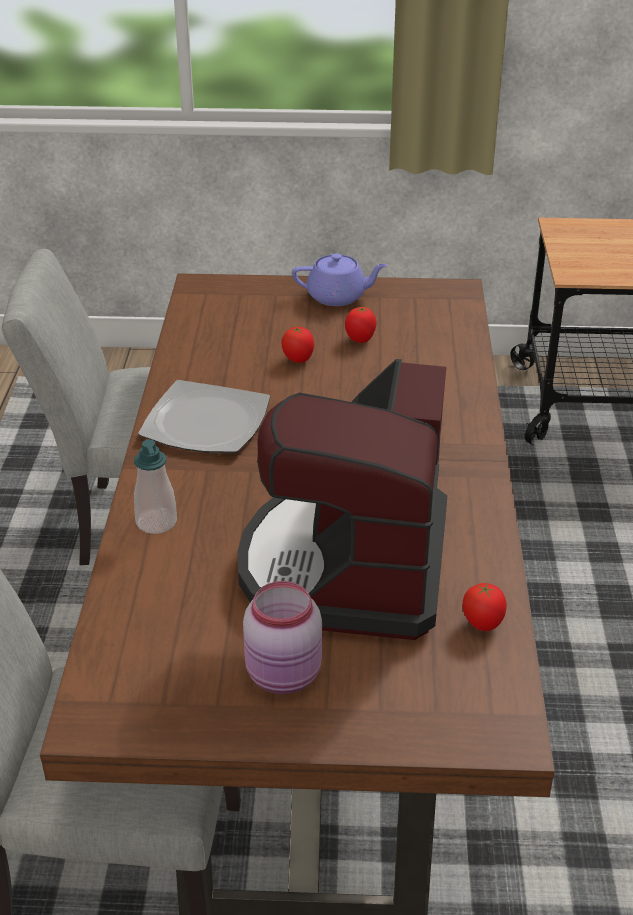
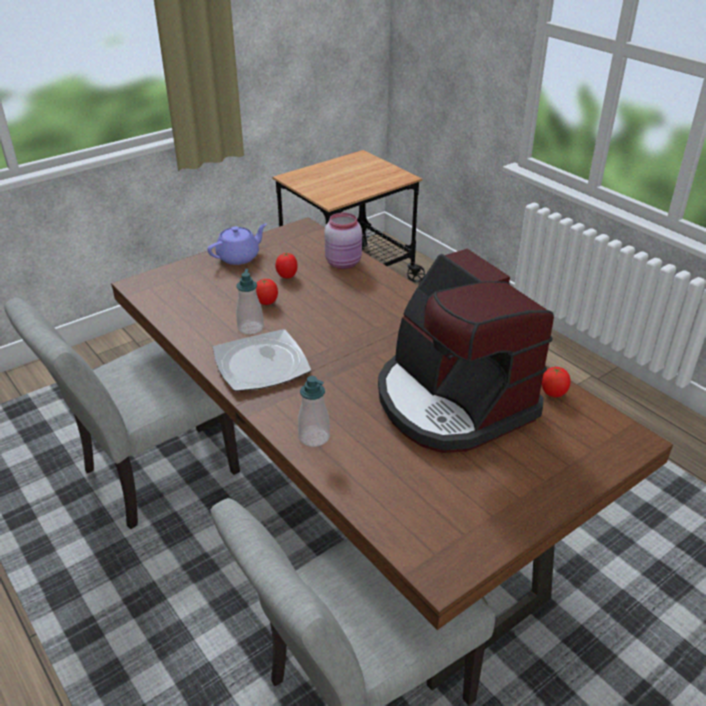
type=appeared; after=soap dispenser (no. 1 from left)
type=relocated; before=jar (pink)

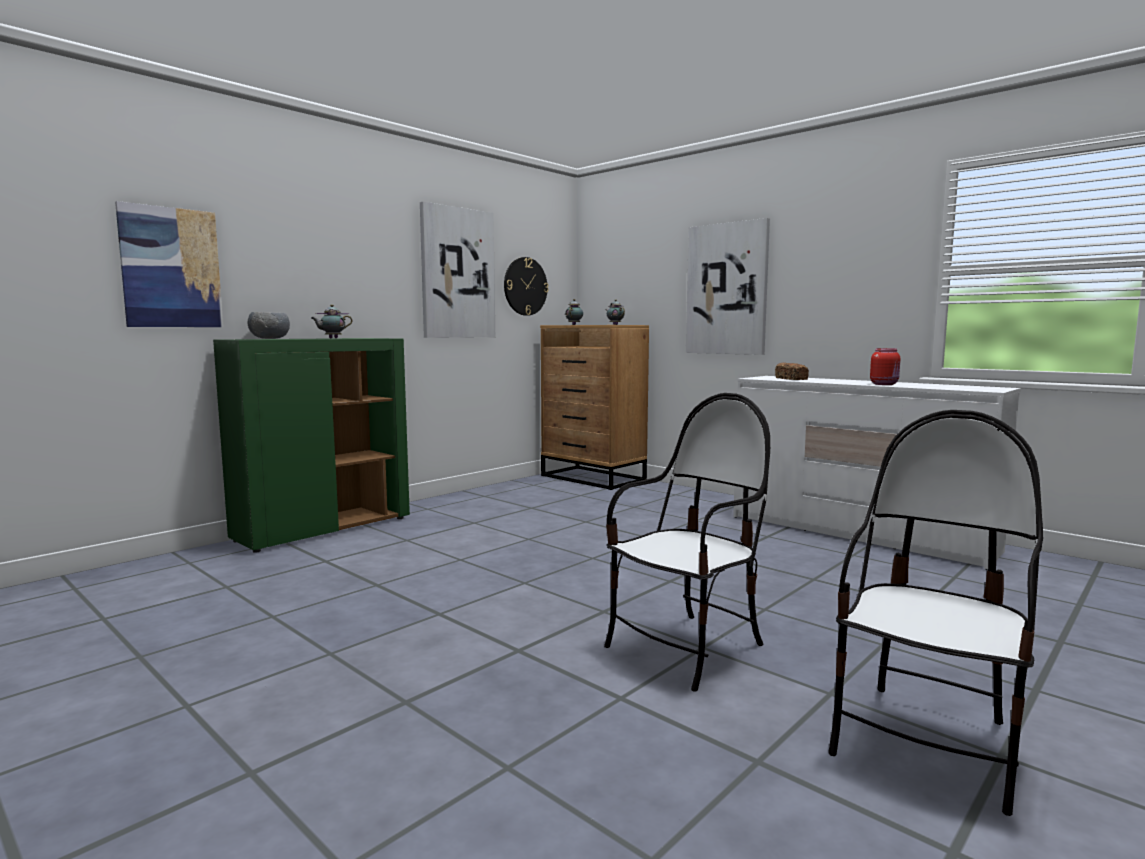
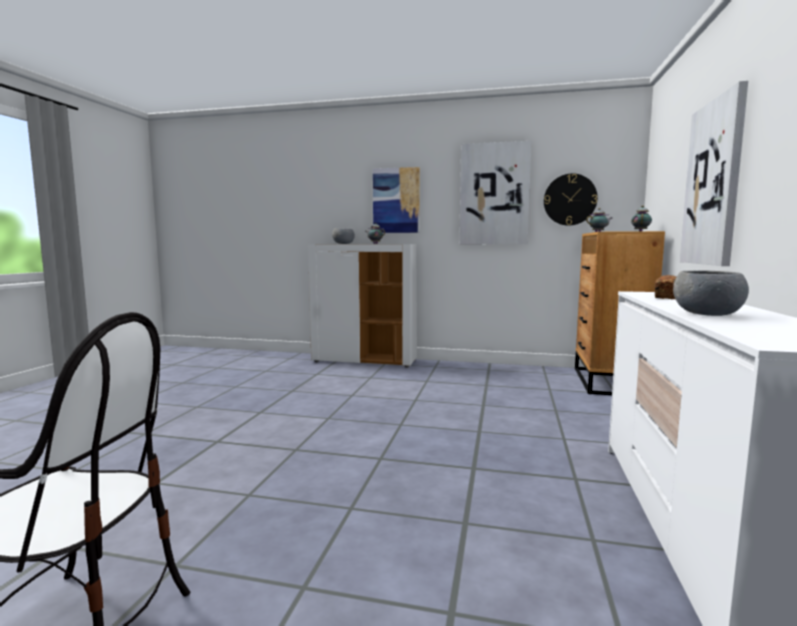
type=colour; before=cabinet (green); after=cabinet (white)
type=relocated; before=picture (no. 1 from left)
type=exchanged; before=jar (red); after=bowl (grey) (no. 2 from left)
type=missing; before=chair (no. 1 from left)

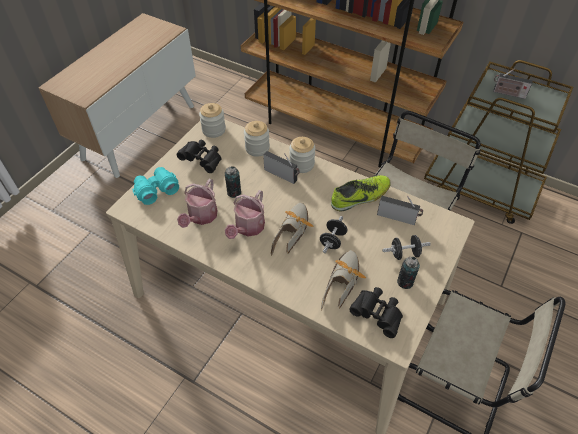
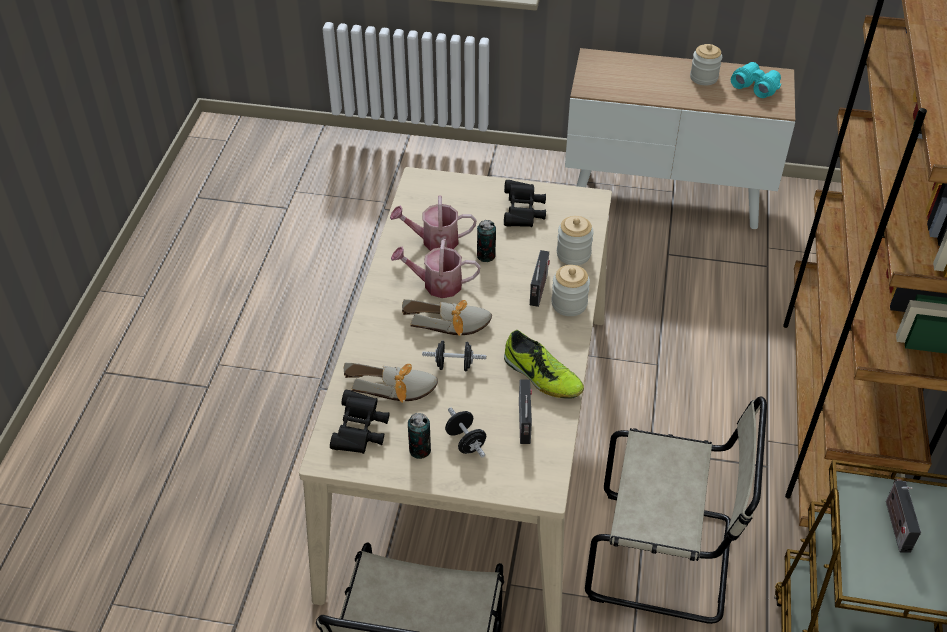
type=relocated; before=jar (no. 1 from left in the first image); after=jar (no. 3 from left)
type=relocated; before=binoculars (turquoise)

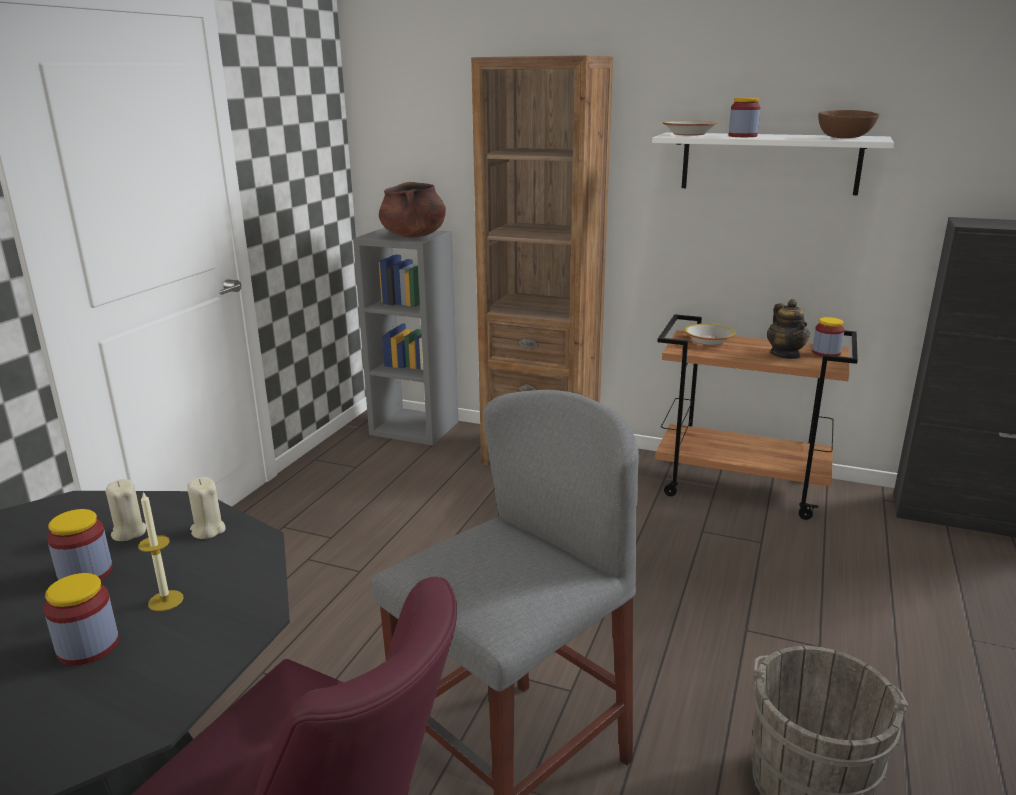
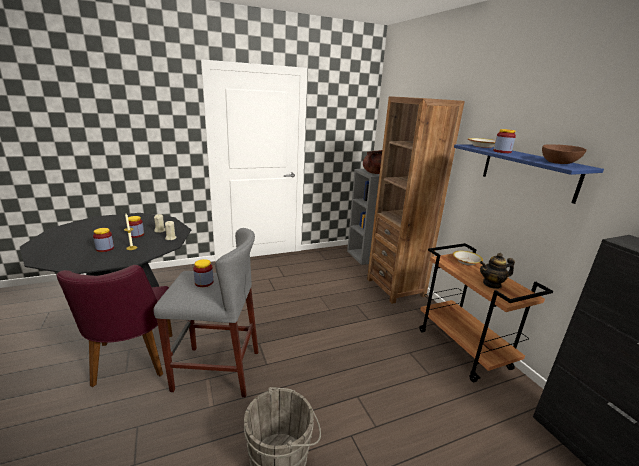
type=relocated; before=jar (no. 4 from left in the first image); after=jar (no. 3 from left)
type=colour; before=shelf (white); after=shelf (blue)
type=spun; before=teapot; turn=45

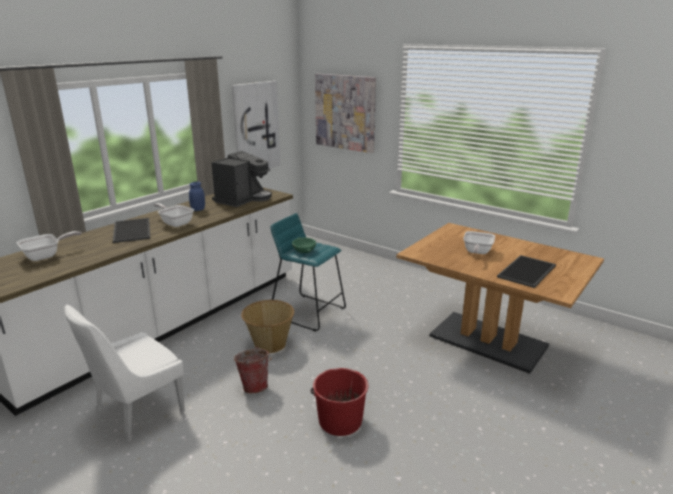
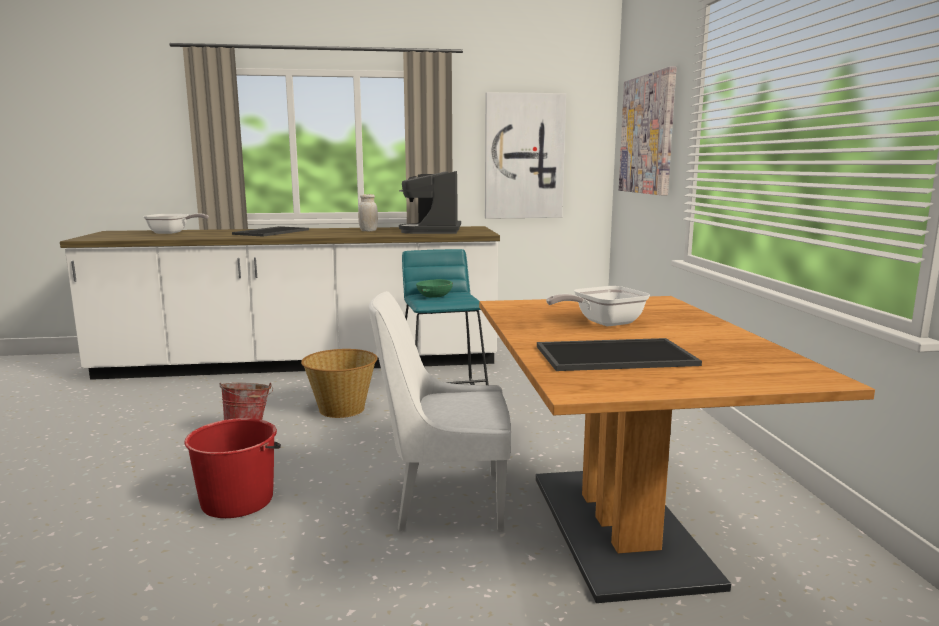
type=colour; before=jar (blue); after=jar (white)
type=relocated; before=chair (white)
type=spun; before=coffee machine; turn=105
type=missing; before=frying pan (no. 2 from left)

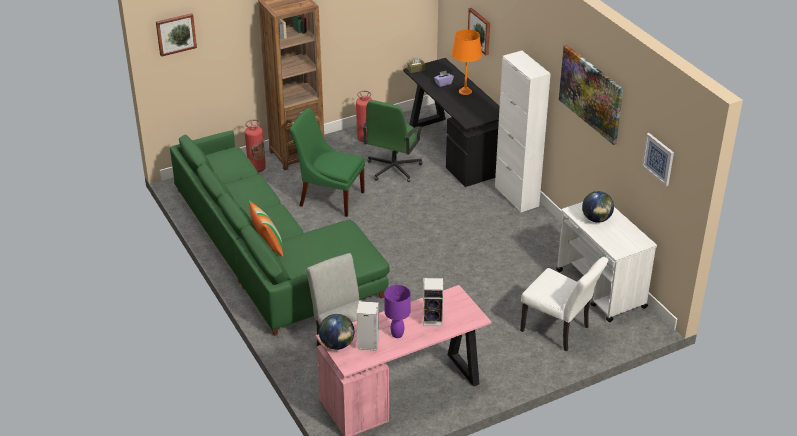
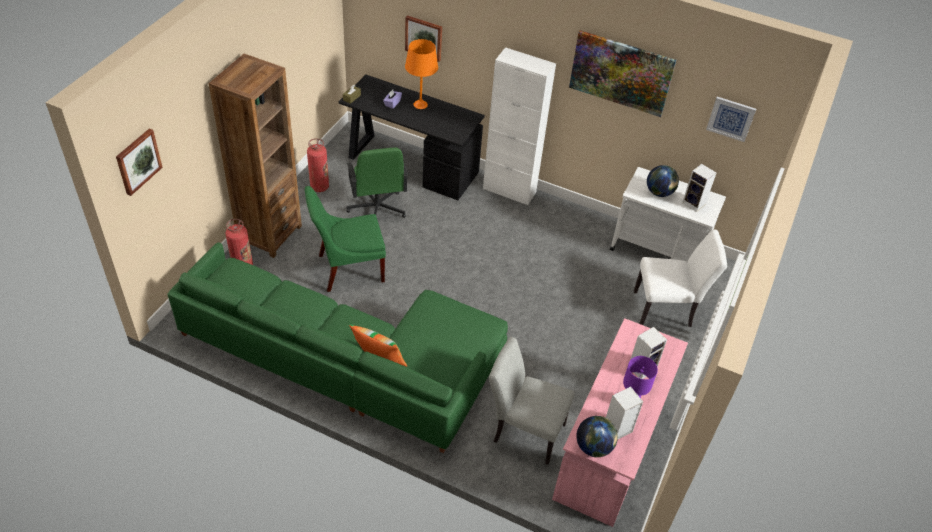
type=appeared; after=speaker (no. 3 from left)

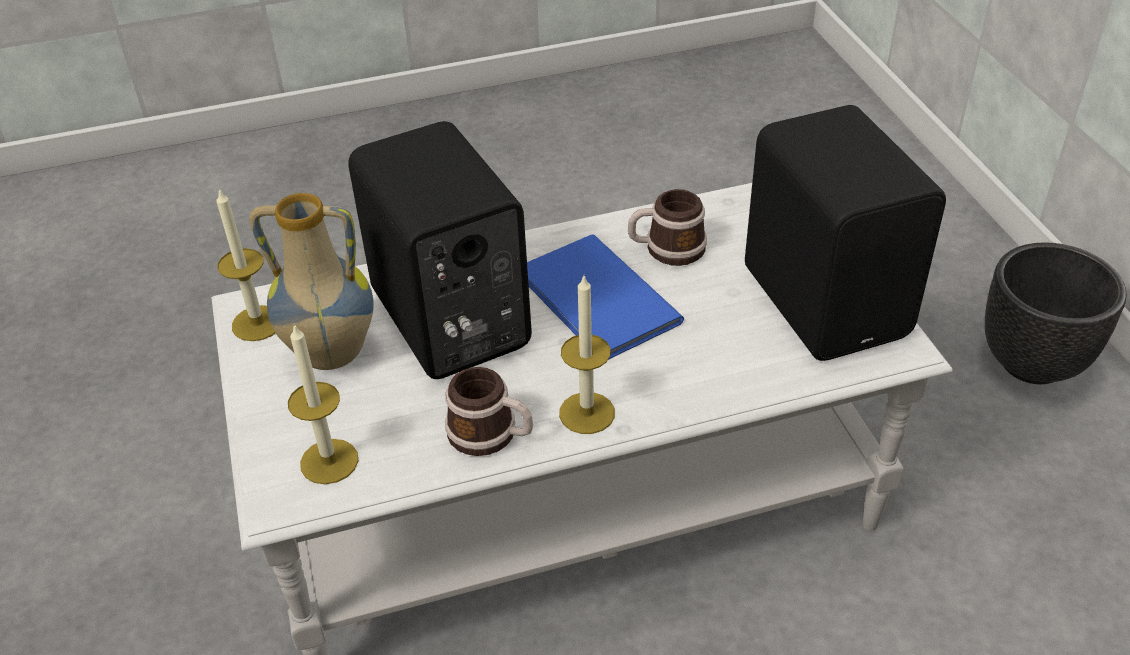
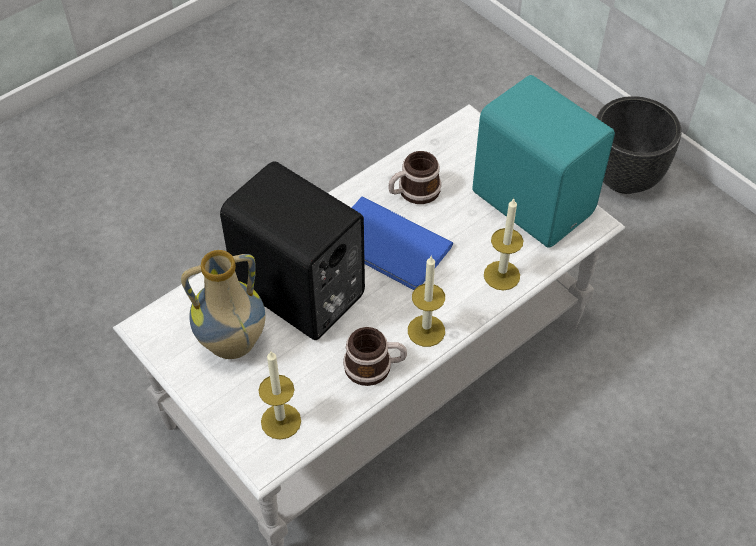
type=colour; before=speaker (black) (no. 2 from left); after=speaker (turquoise)
type=relocated; before=candle (no. 1 from left in the first image); after=candle (no. 3 from left)

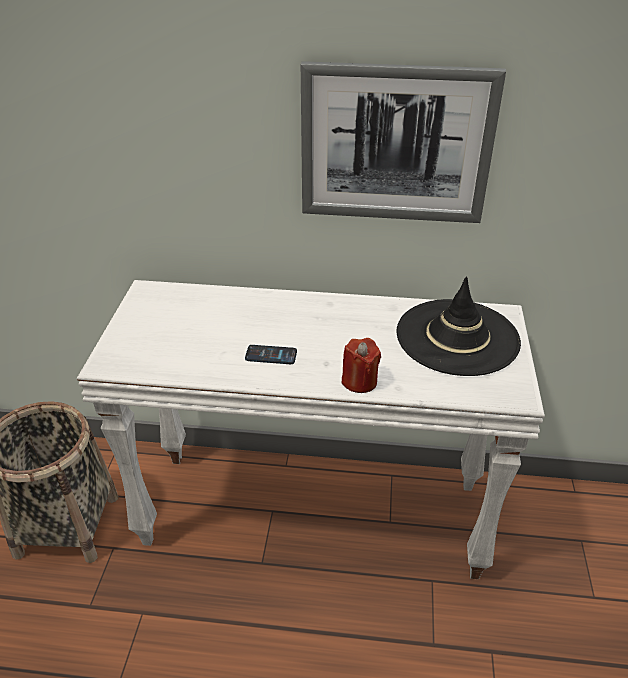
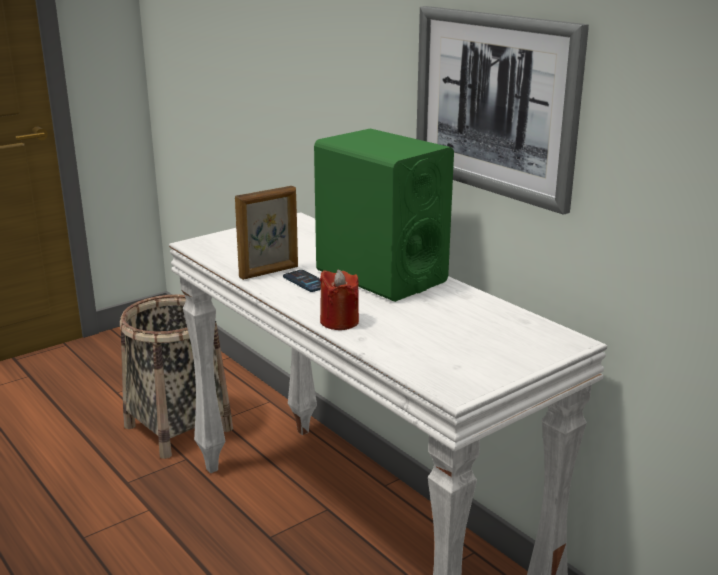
type=appeared; after=picture frame
type=appeared; after=speaker (green)
type=missing; before=hat (black)

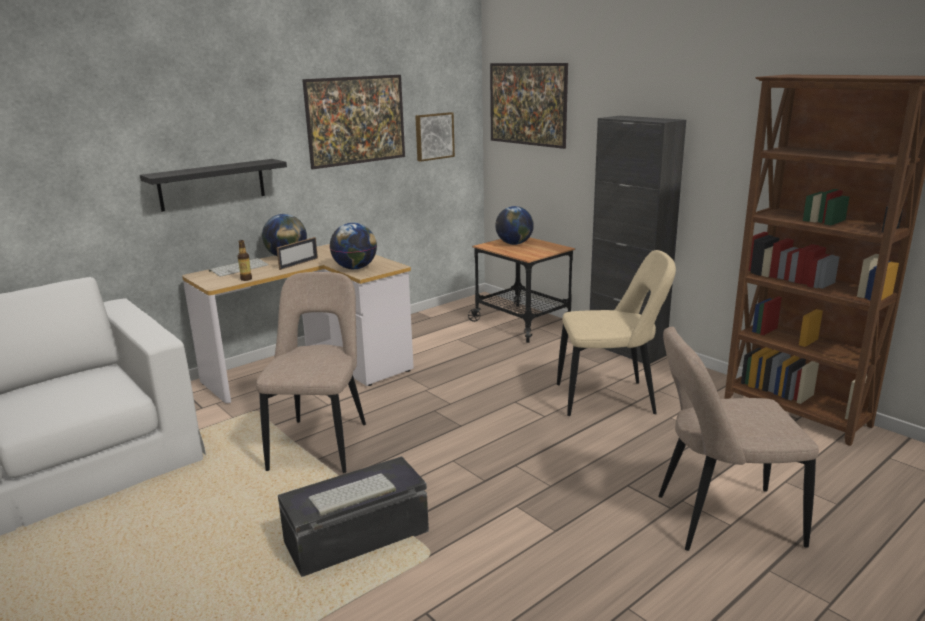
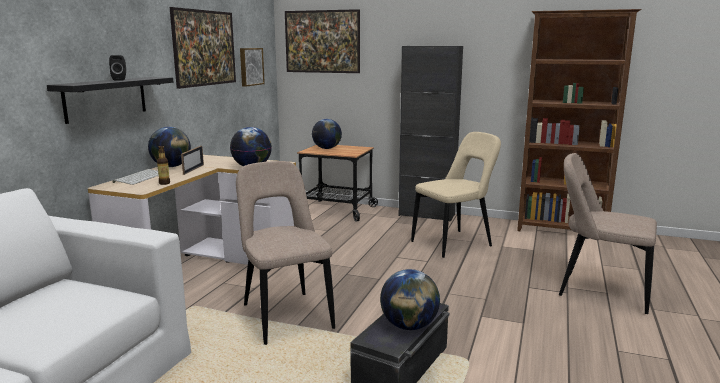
type=appeared; after=speaker (black)
type=exchanged; before=keyboard (no. 2 from left); after=globe (no. 4 from left)
type=spun; before=chair (beige) (no. 3 from left); turn=60

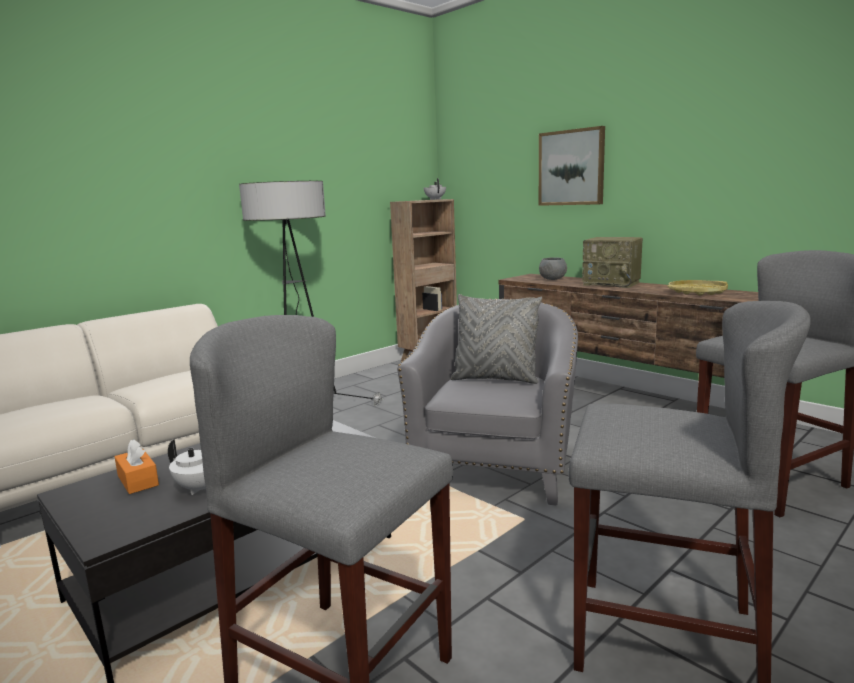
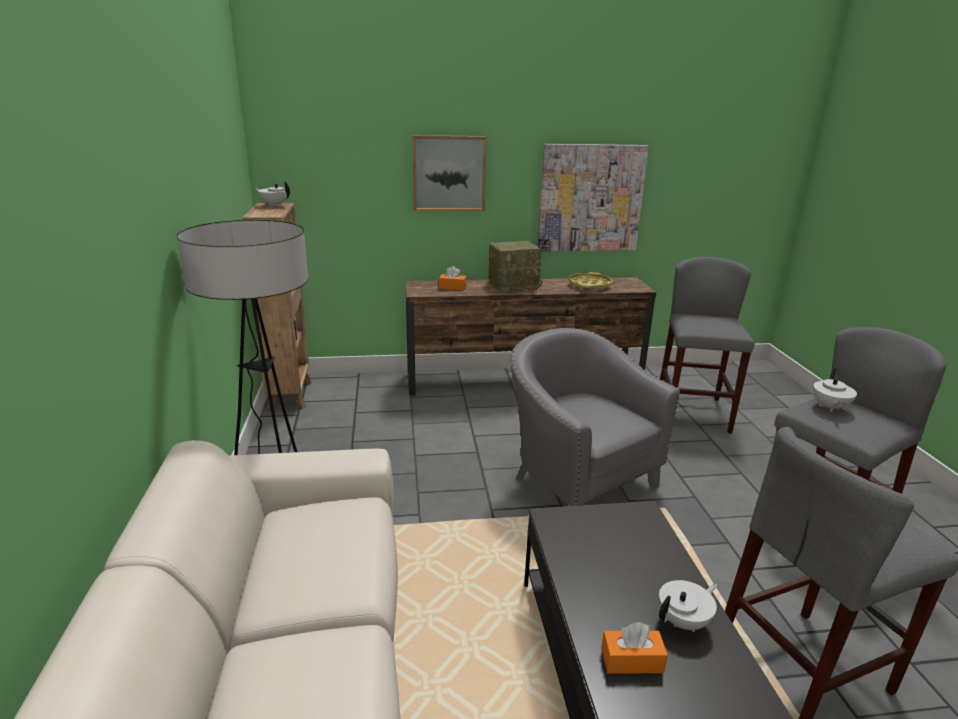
type=exchanged; before=bowl (grey); after=tissue box (orange) (no. 1 from left)
type=appeared; after=picture (no. 2 from left)
type=appeared; after=teapot (white) (no. 3 from left)
type=missing; before=pillow (grey)

